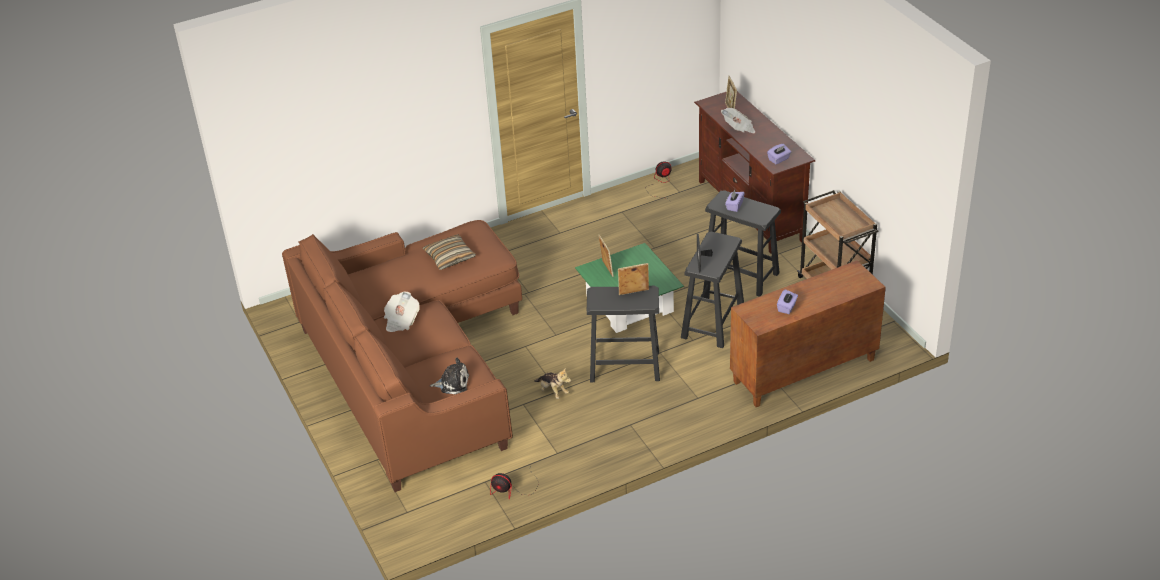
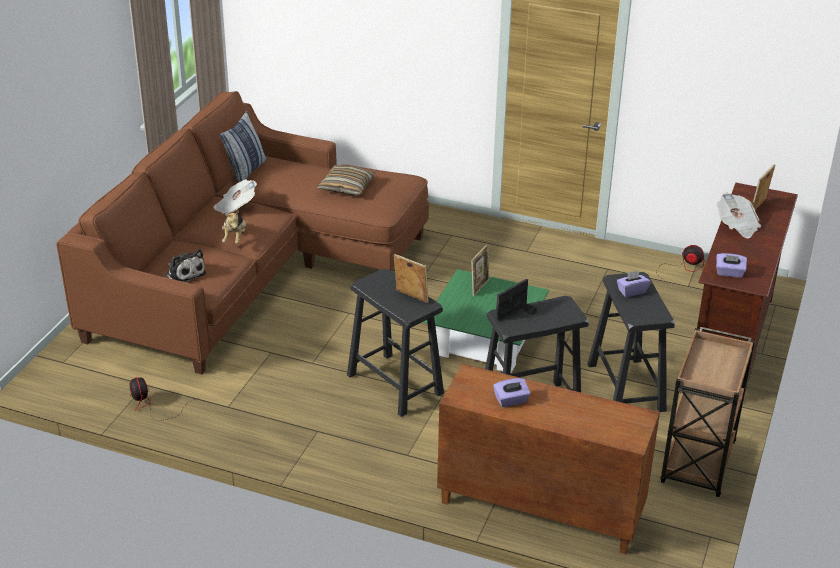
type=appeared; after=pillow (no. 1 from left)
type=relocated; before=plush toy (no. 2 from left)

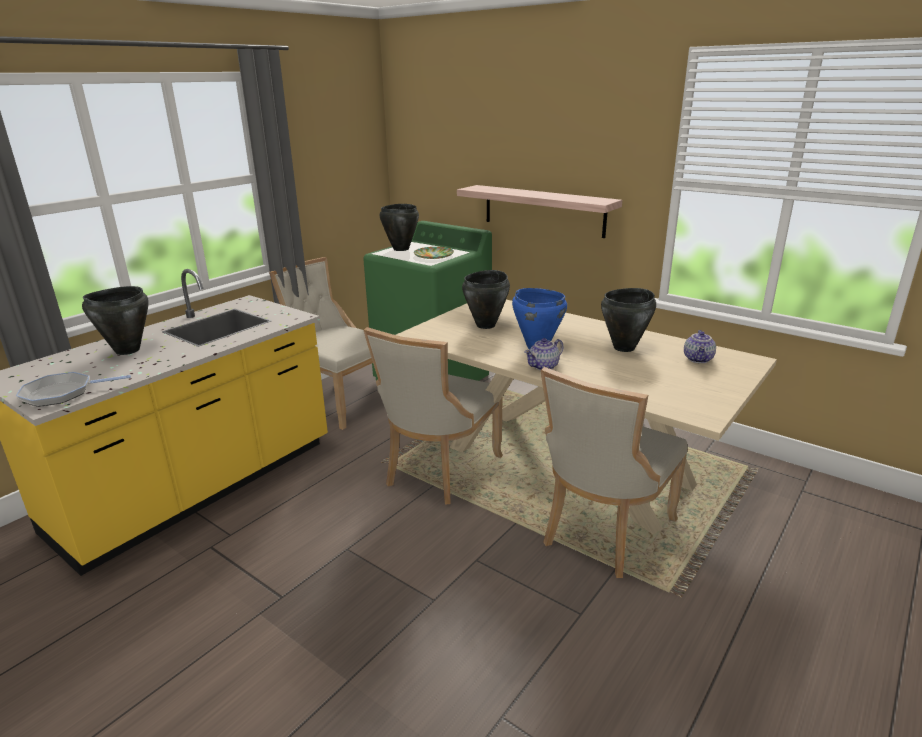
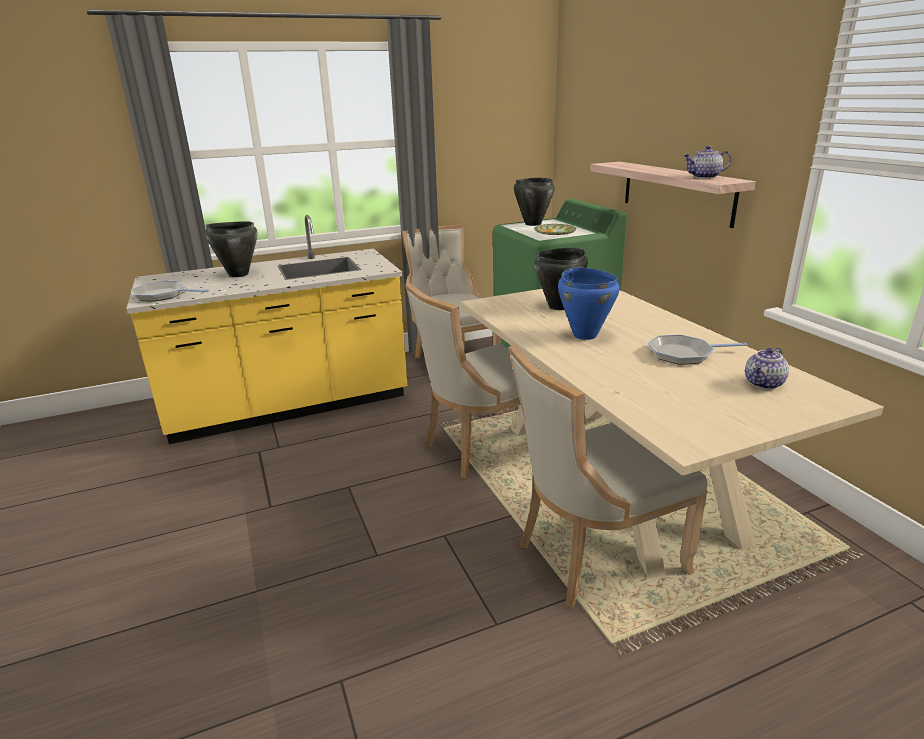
type=exchanged; before=cooking pot (black) (no. 4 from left); after=frying pan (no. 2 from left)
type=relocated; before=teapot (no. 1 from left)

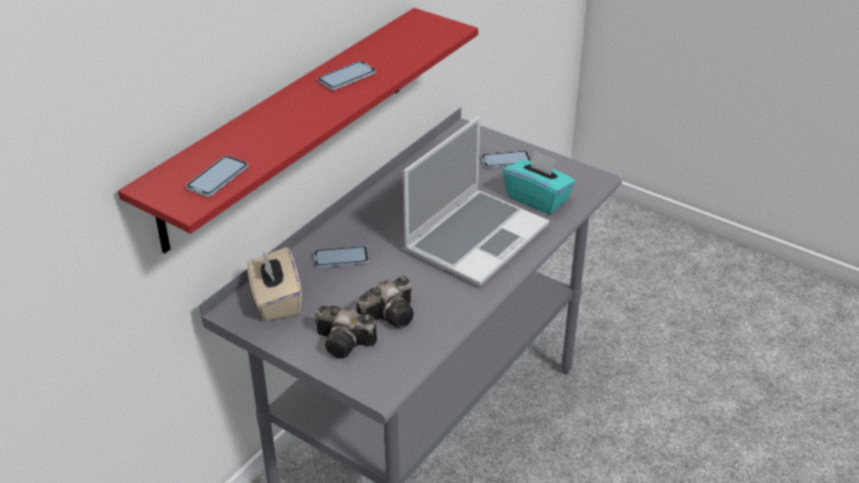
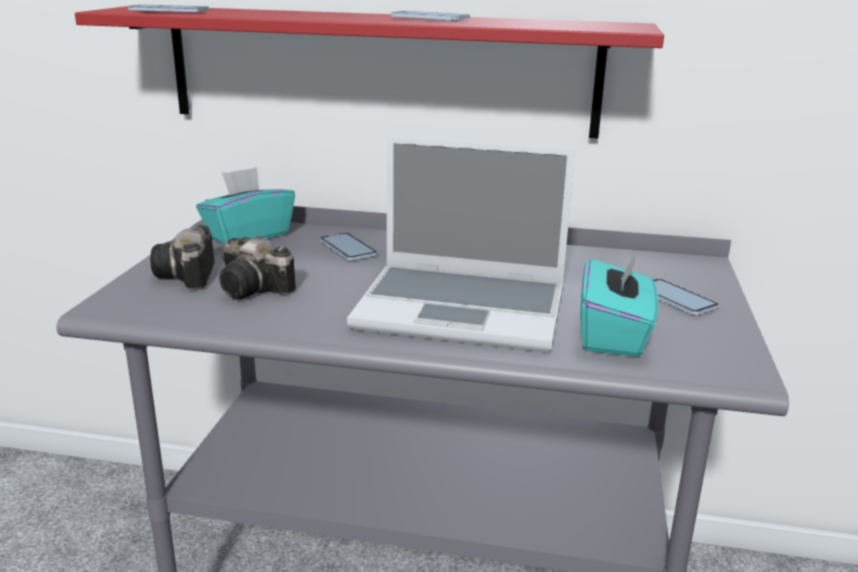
type=colour; before=tissue box (beige); after=tissue box (turquoise) (no. 1 from left)

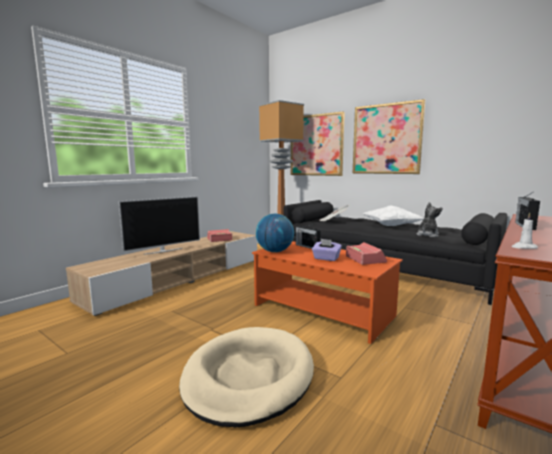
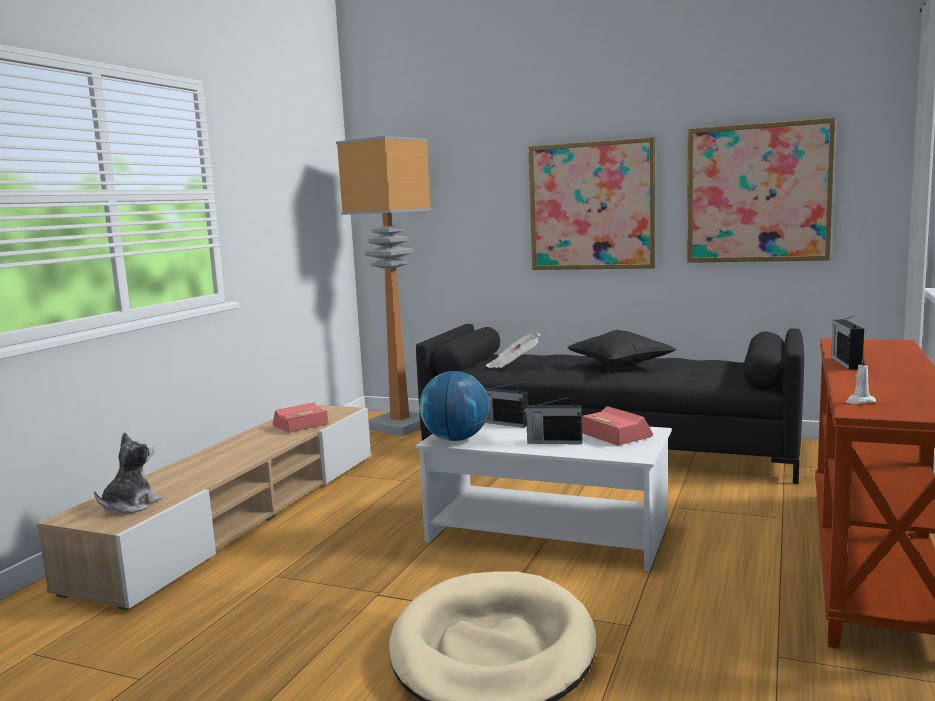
type=relocated; before=plush toy
type=colour; before=coffee table (orange); after=coffee table (white)
type=exchanged; before=tissue box (purple); after=radio (no. 2 from left)
type=colour; before=pillow (white); after=pillow (black)
type=relocated; before=picture (no. 1 from left in the first image); after=picture (no. 2 from left)
type=missing; before=television

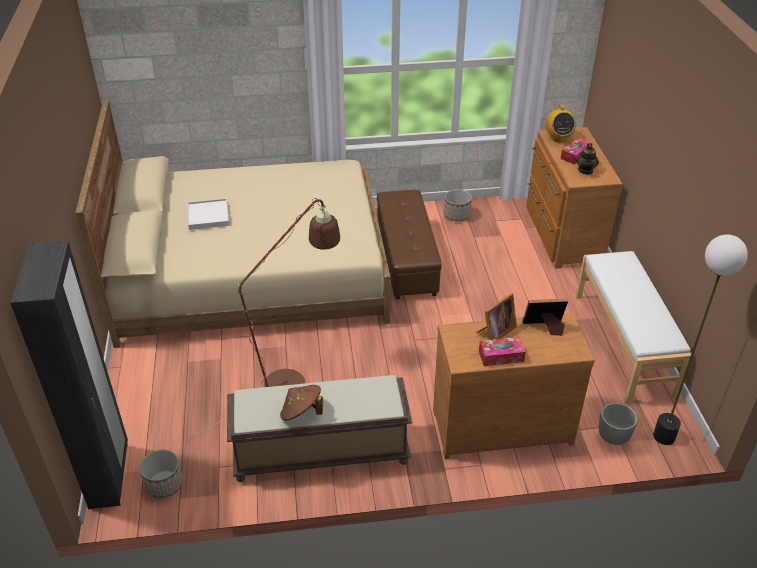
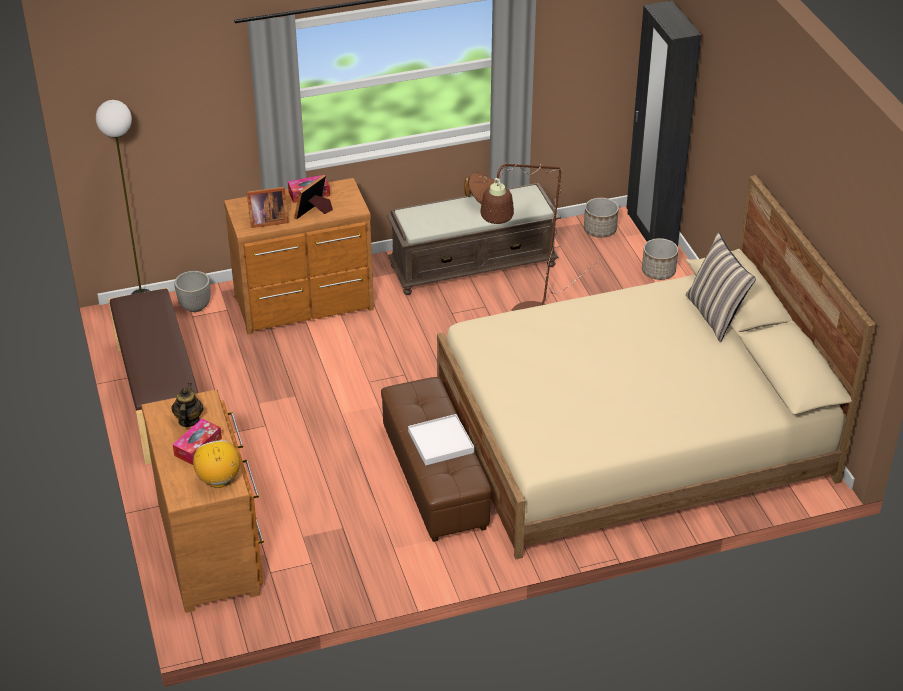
type=colour; before=bench (white); after=bench (brown) (no. 1 from left)
type=relocated; before=tray (white)
type=relocated; before=planter (no. 2 from left in the first image); after=planter (no. 3 from left)
type=appeared; after=pillow

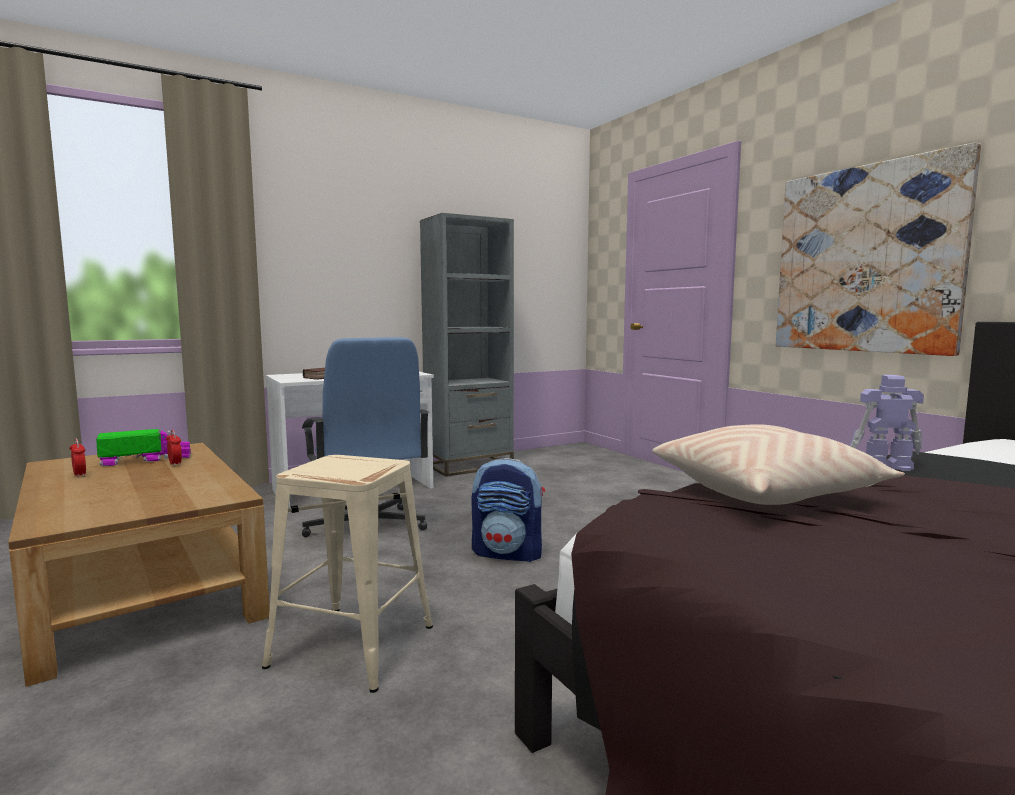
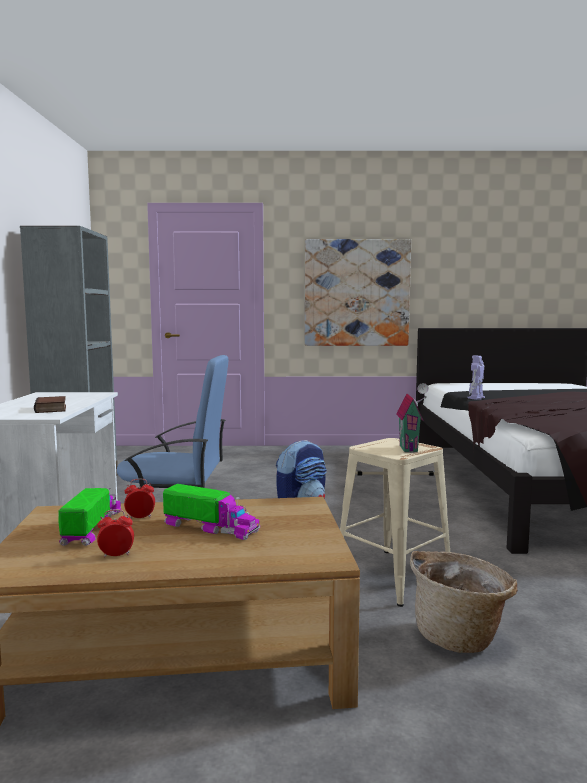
type=appeared; after=toy truck (no. 2 from left)
type=appeared; after=toy house
type=appeared; after=basket
type=missing; before=pillow (beige)

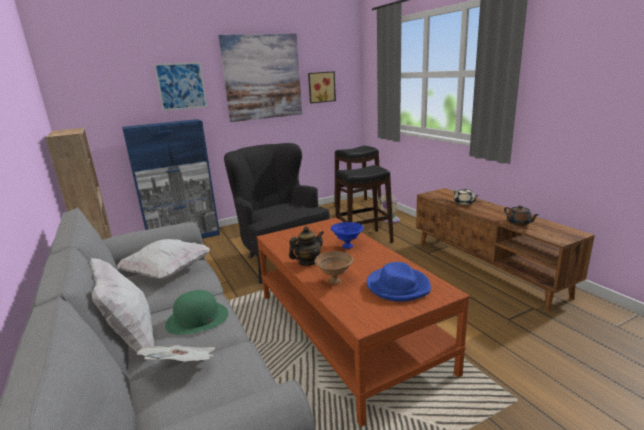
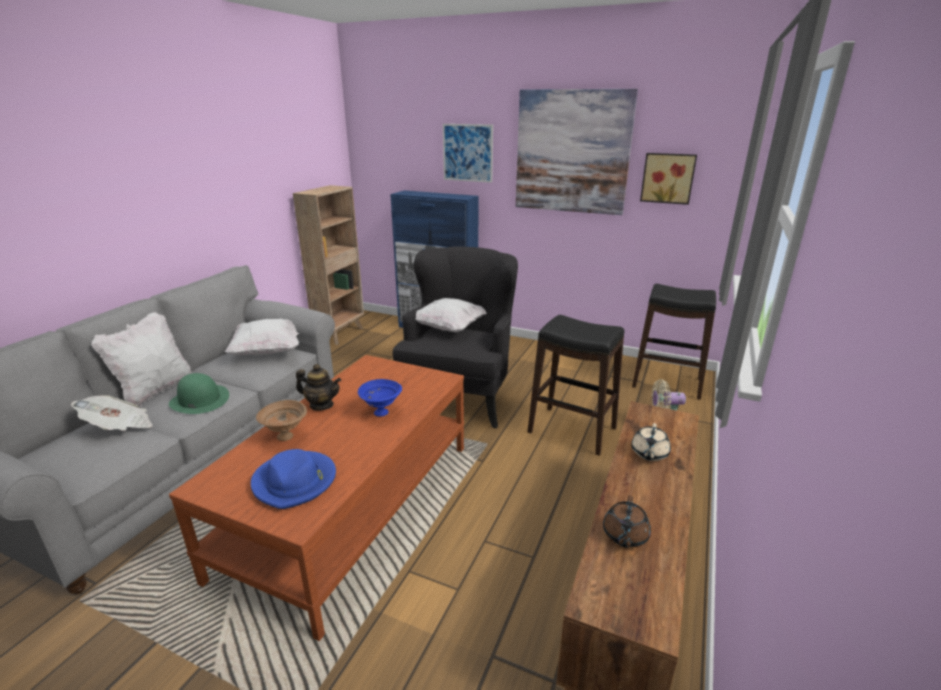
type=appeared; after=pillow (white) (no. 3 from left)

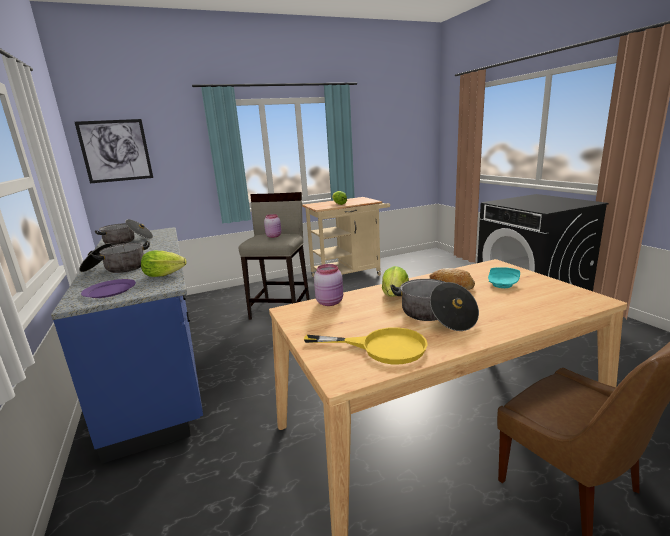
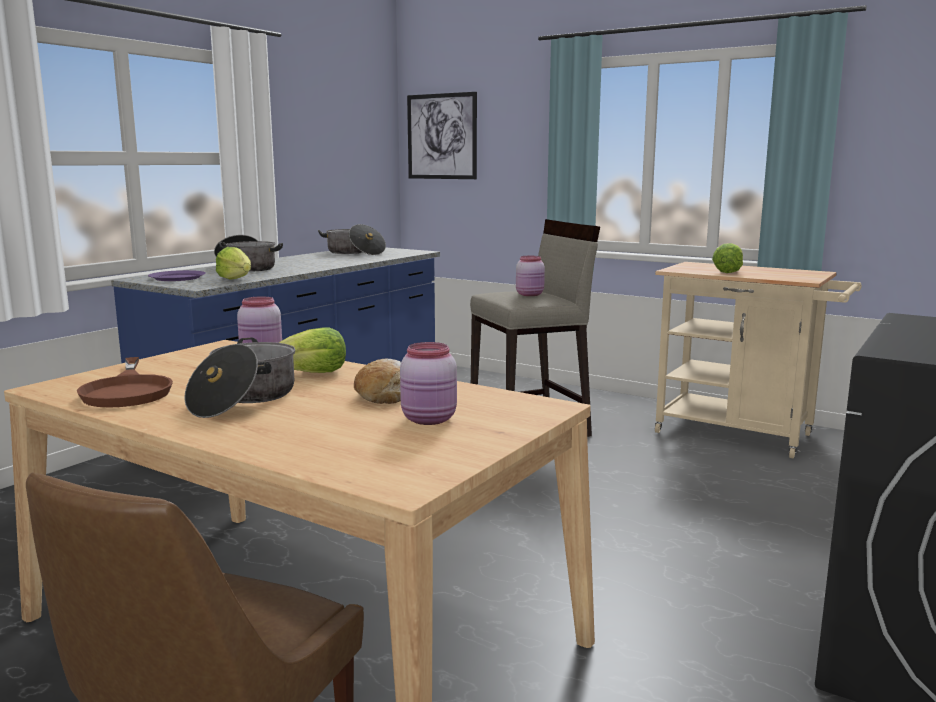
type=colour; before=frying pan (yellow); after=frying pan (brown)
type=exchanged; before=plate (turquoise); after=jar (pink) (no. 2 from left)

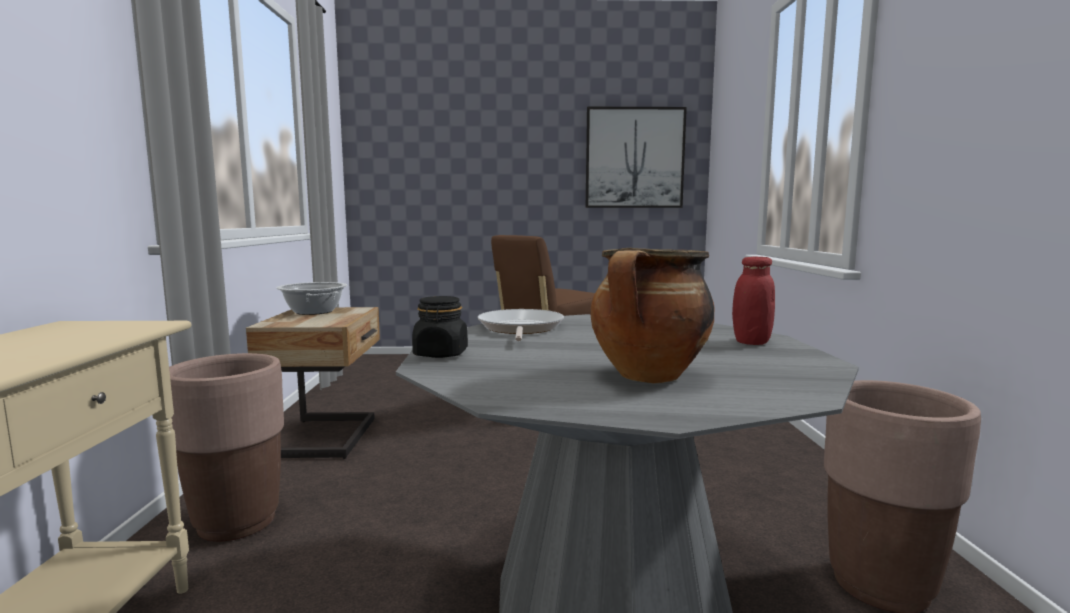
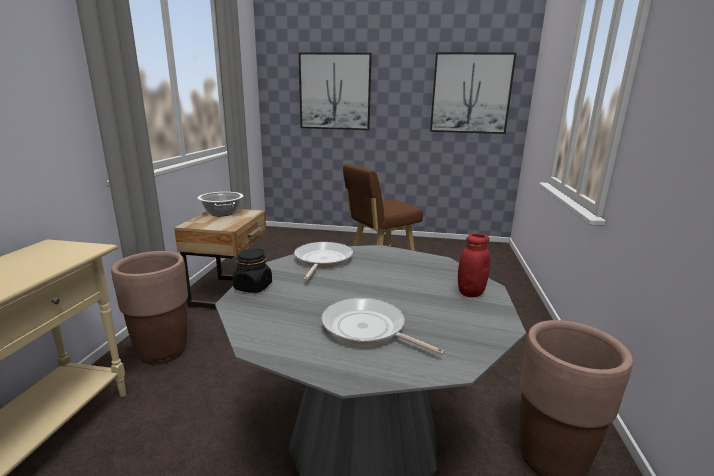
type=appeared; after=picture (no. 1 from left)
type=exchanged; before=cooking pot (no. 2 from left); after=frying pan (no. 2 from left)

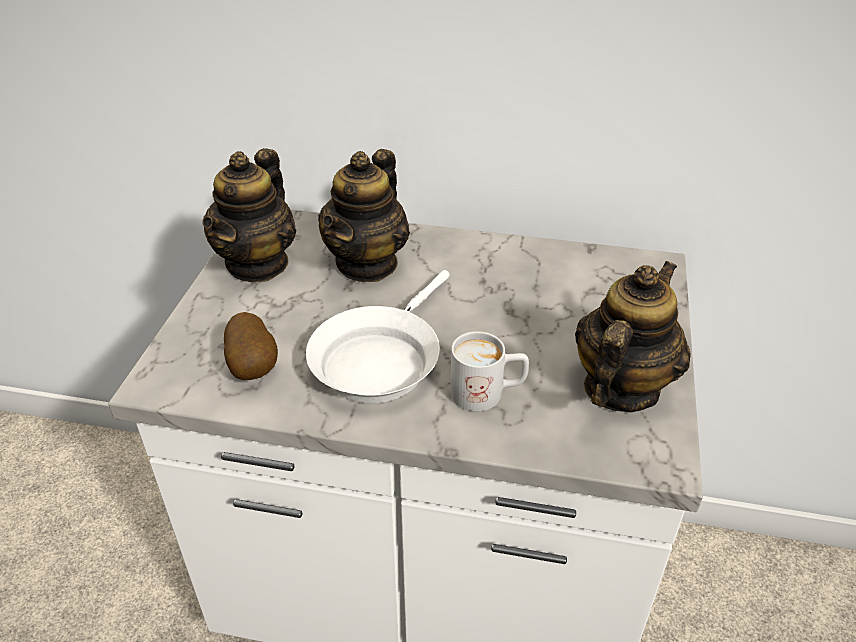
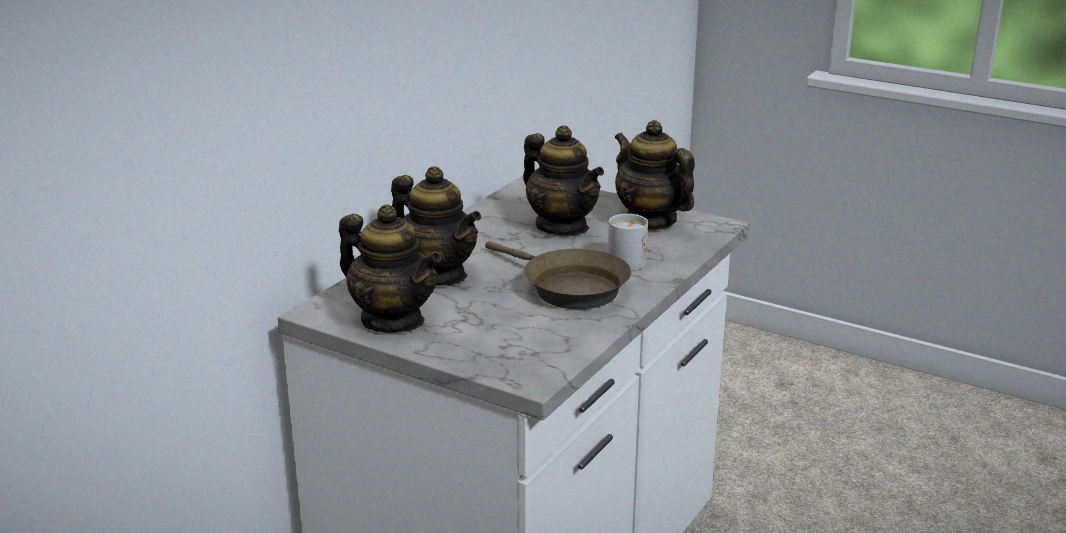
type=colour; before=frying pan (white); after=frying pan (brown)
type=appeared; after=teapot (no. 3 from left)
type=missing; before=potato

